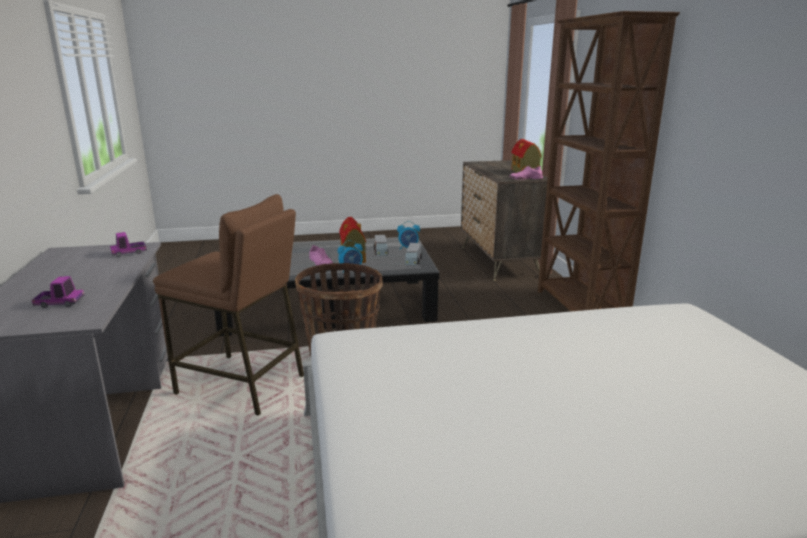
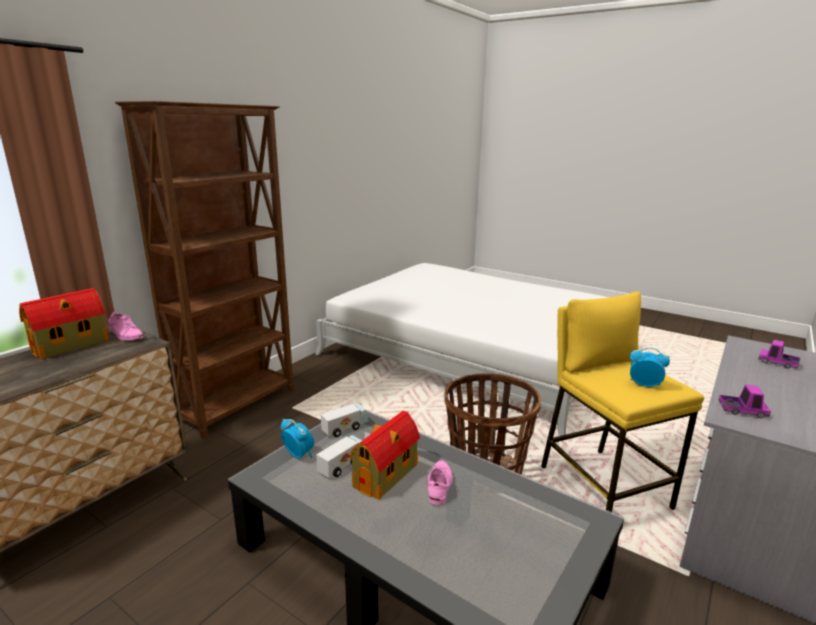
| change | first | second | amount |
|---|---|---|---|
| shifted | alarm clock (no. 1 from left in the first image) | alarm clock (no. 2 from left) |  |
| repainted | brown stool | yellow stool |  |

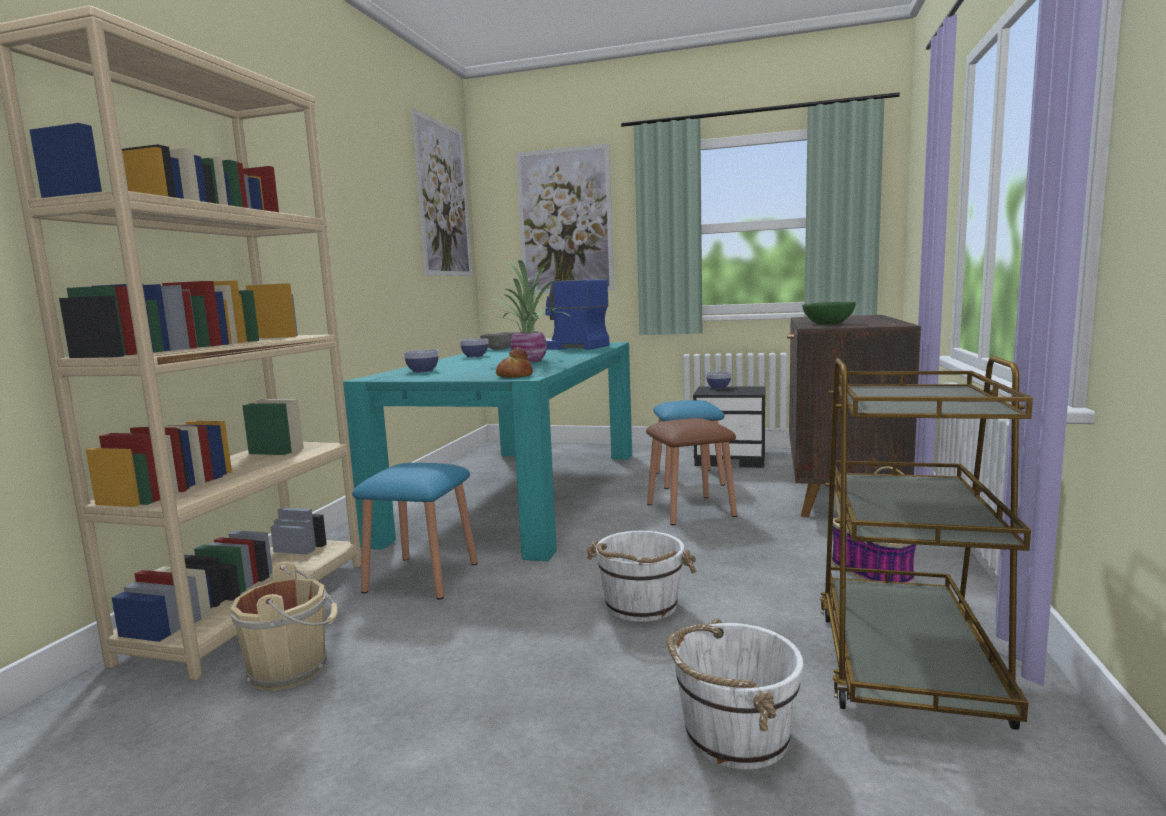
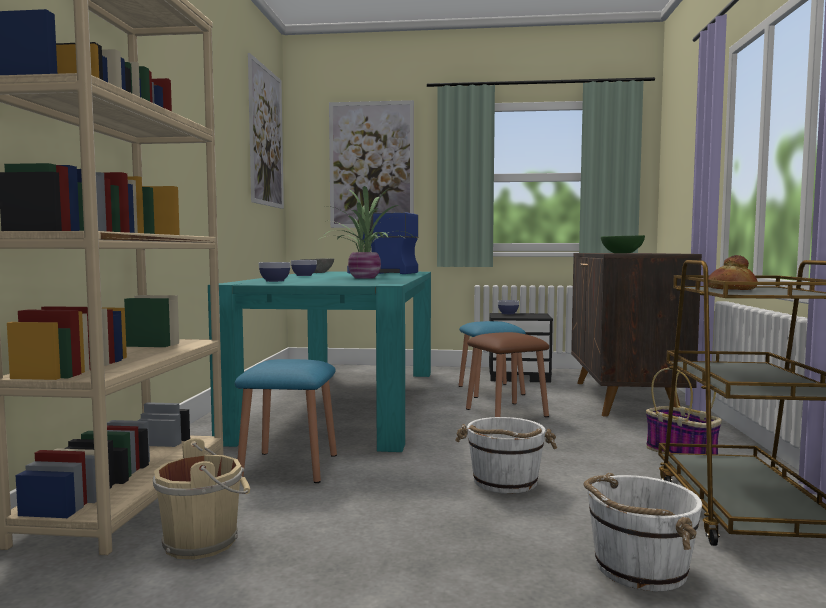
| change | first | second | amount |
|---|---|---|---|
| shifted | bread |  |  |

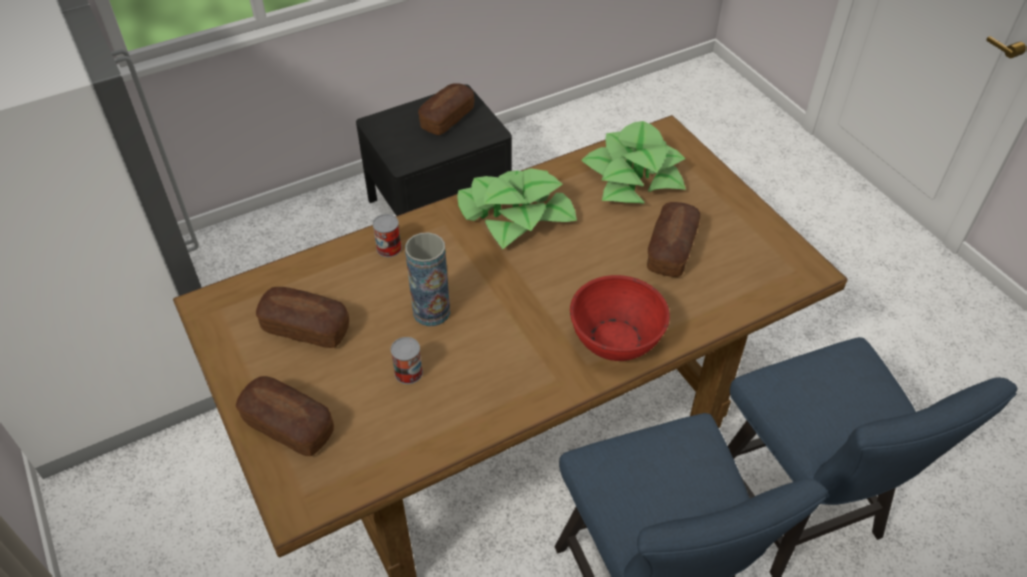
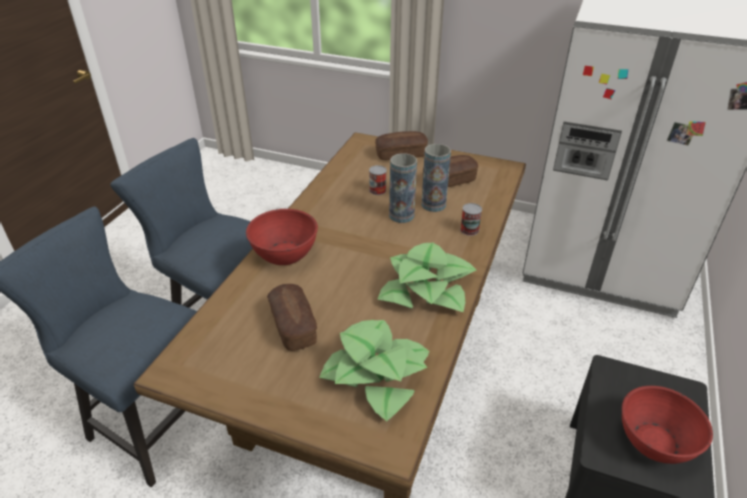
| change | first | second | amount |
|---|---|---|---|
| new |  | vase (no. 2 from left) |  |
| swapped | bread (no. 3 from left) | red bowl (no. 2 from left) |  |

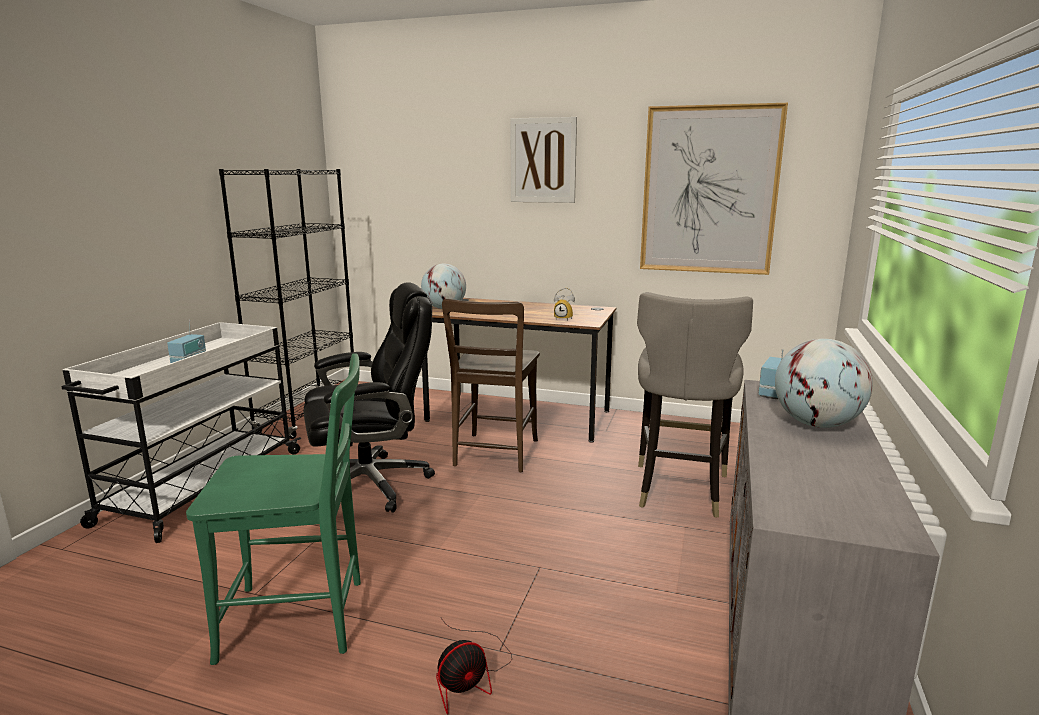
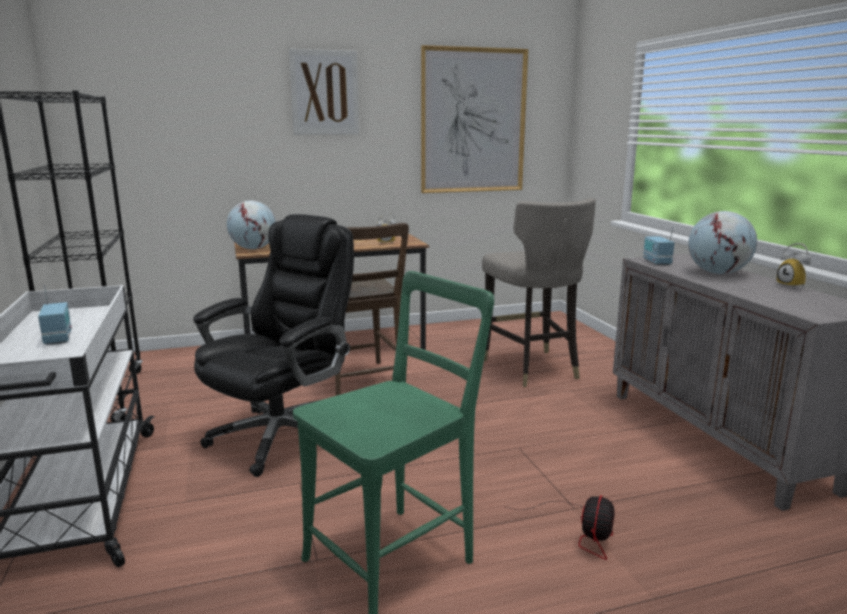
| change | first | second | amount |
|---|---|---|---|
| new |  | alarm clock (no. 2 from left) |  |

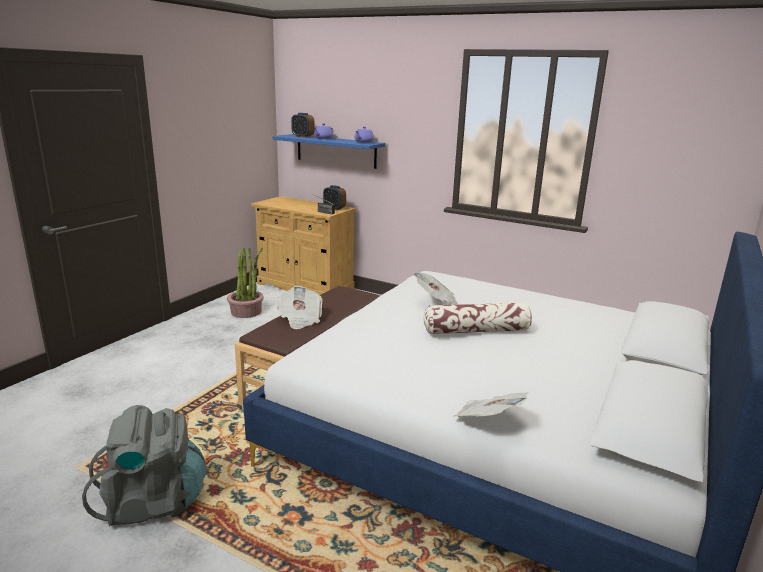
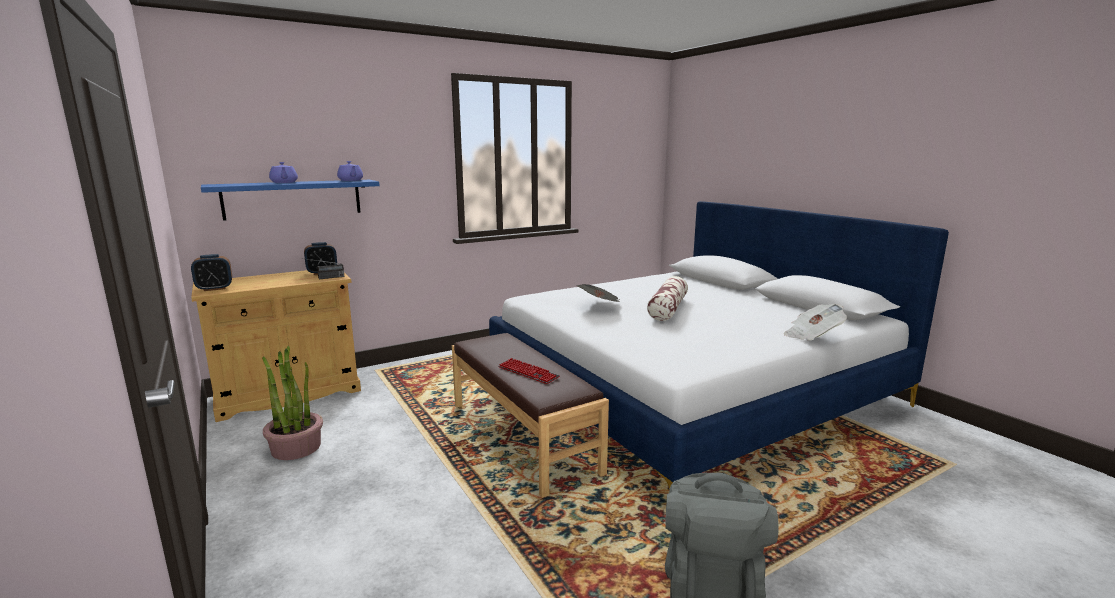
| change | first | second | amount |
|---|---|---|---|
| shifted | alarm clock (no. 1 from left) |  |  |
| swapped | newspaper (no. 1 from left) | keyboard |  |

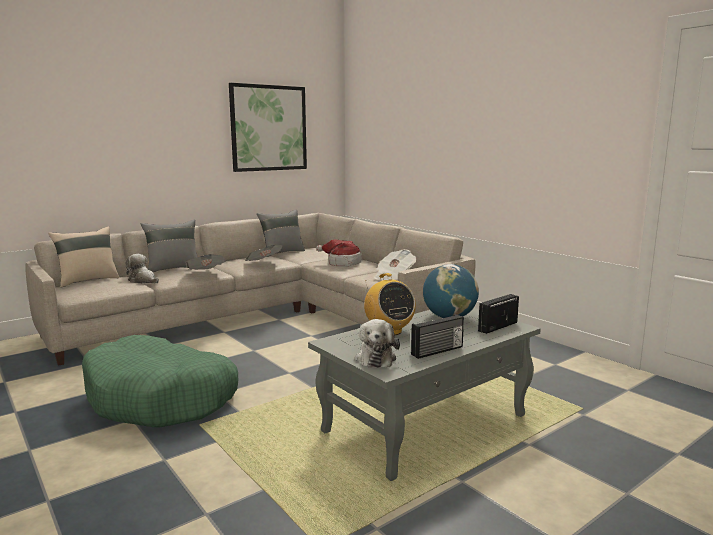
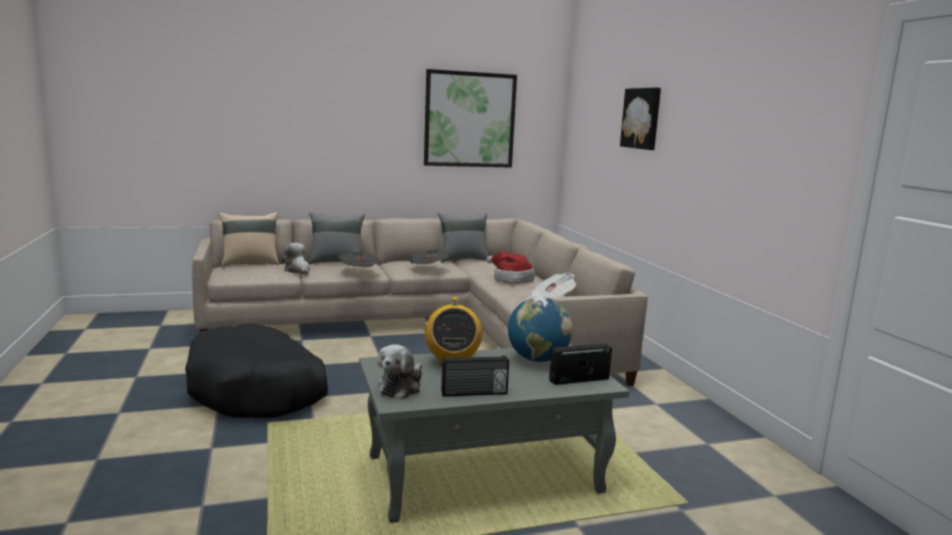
| change | first | second | amount |
|---|---|---|---|
| new |  | picture (no. 2 from left) |  |
| repainted | green dog bed | black dog bed |  |

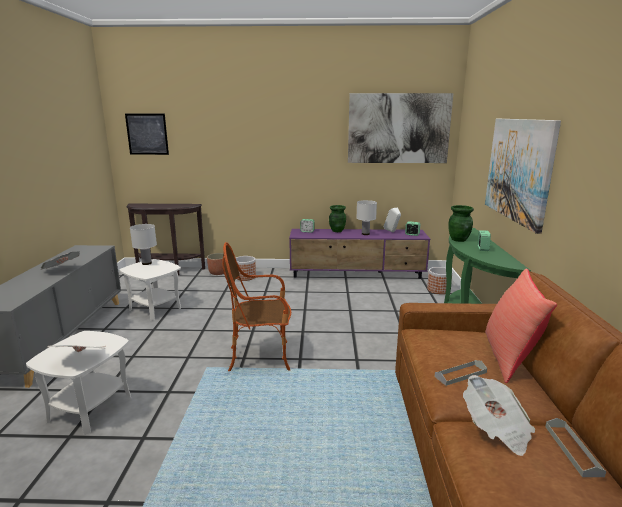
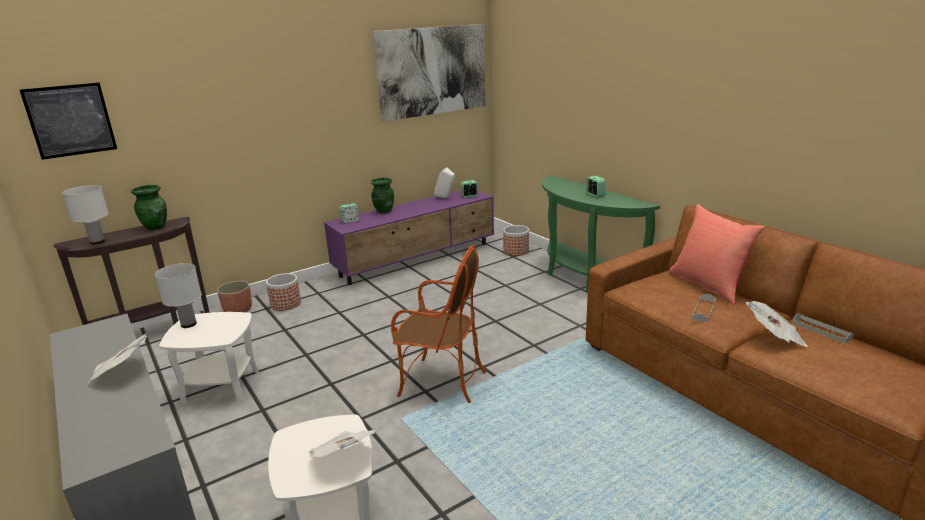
| change | first | second | amount |
|---|---|---|---|
| gone | picture (no. 3 from left) |  |  |
| shifted | white table lamp (no. 2 from left in the first image) | white table lamp (no. 1 from left) |  |
| shifted | green vase (no. 2 from left in the first image) | green vase (no. 1 from left) |  |
| rotated | armchair |  | 120 degrees counterclockwise |

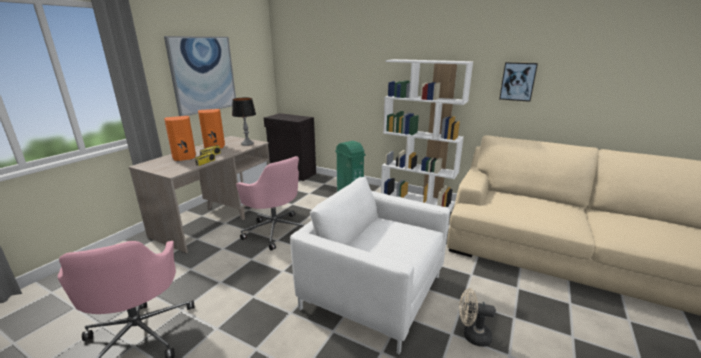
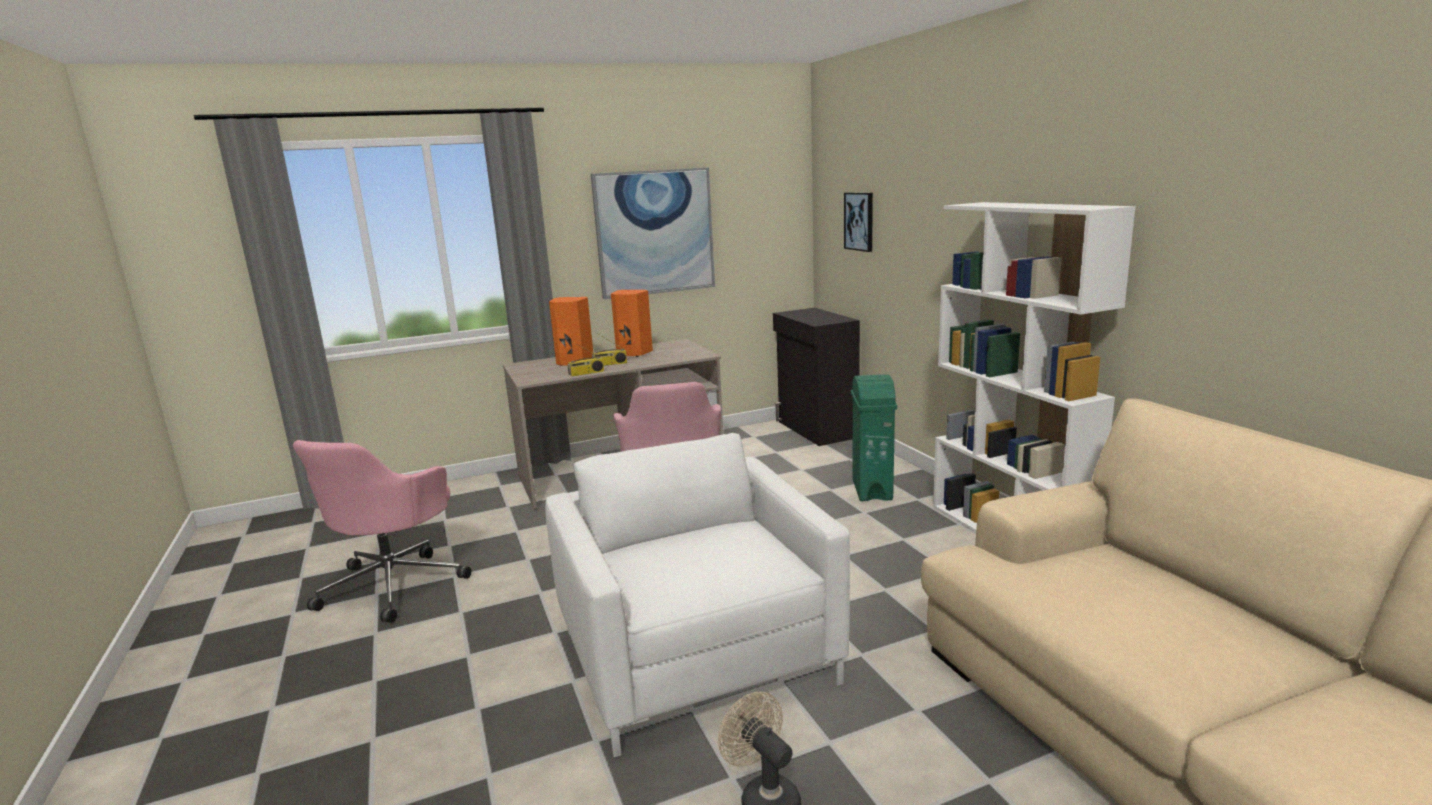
| change | first | second | amount |
|---|---|---|---|
| gone | table lamp |  |  |
| shifted | picture (no. 2 from left) |  |  |

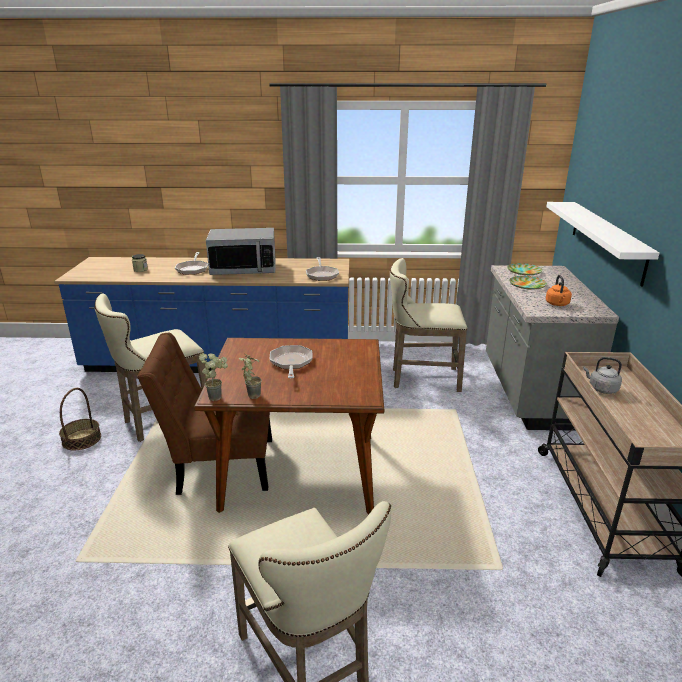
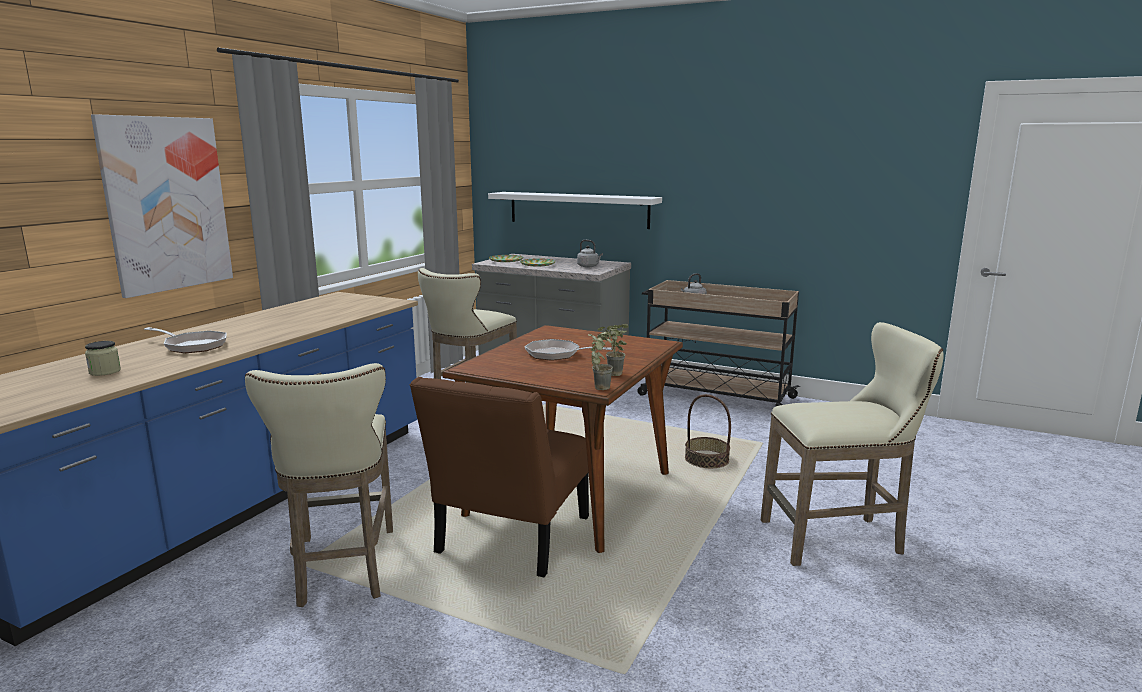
| change | first | second | amount |
|---|---|---|---|
| gone | microwave |  |  |
| gone | frying pan (no. 3 from left) |  |  |
| new |  | picture |  |
| shifted | basket |  |  |
| repainted | orange kettle | grey kettle (no. 1 from left) |  |

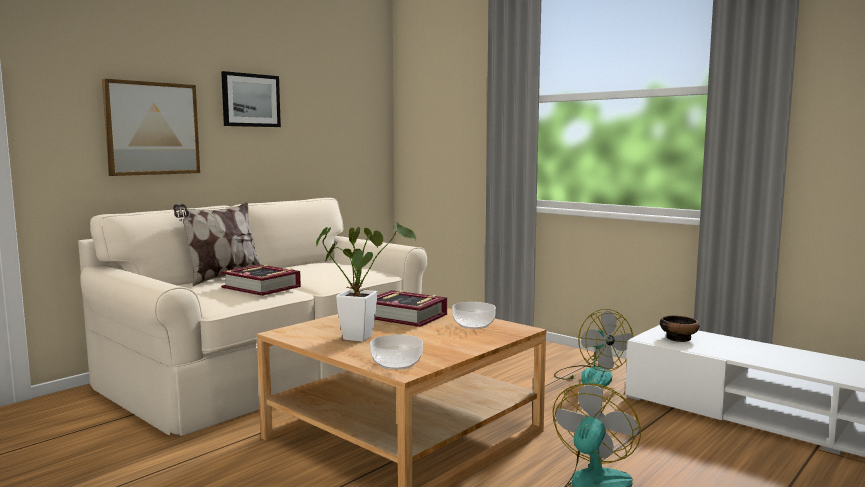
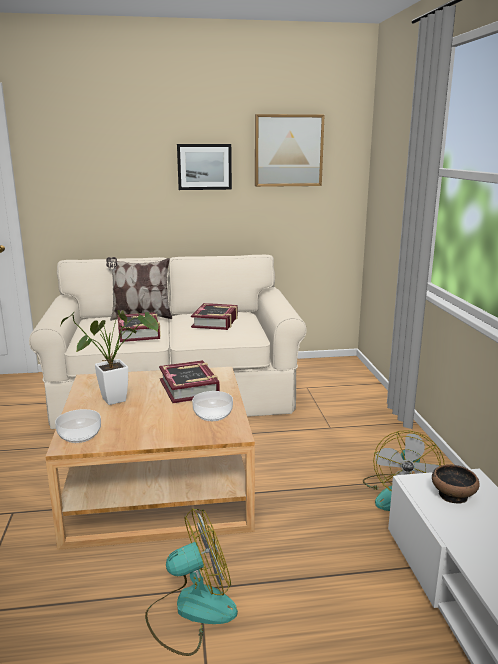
| change | first | second | amount |
|---|---|---|---|
| new |  | book (no. 3 from left) |  |
| shifted | picture (no. 1 from left in the first image) | picture (no. 2 from left) |  |

